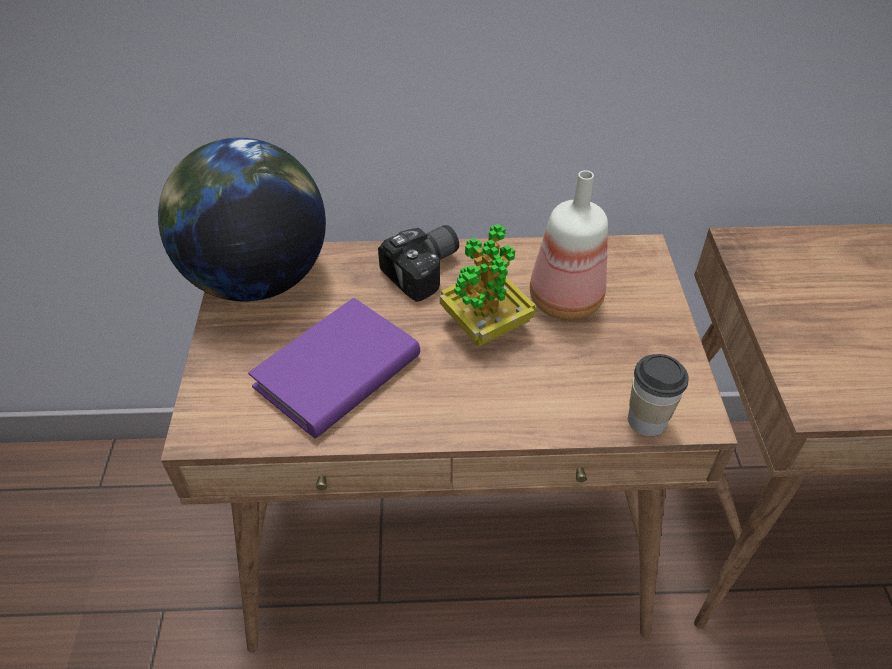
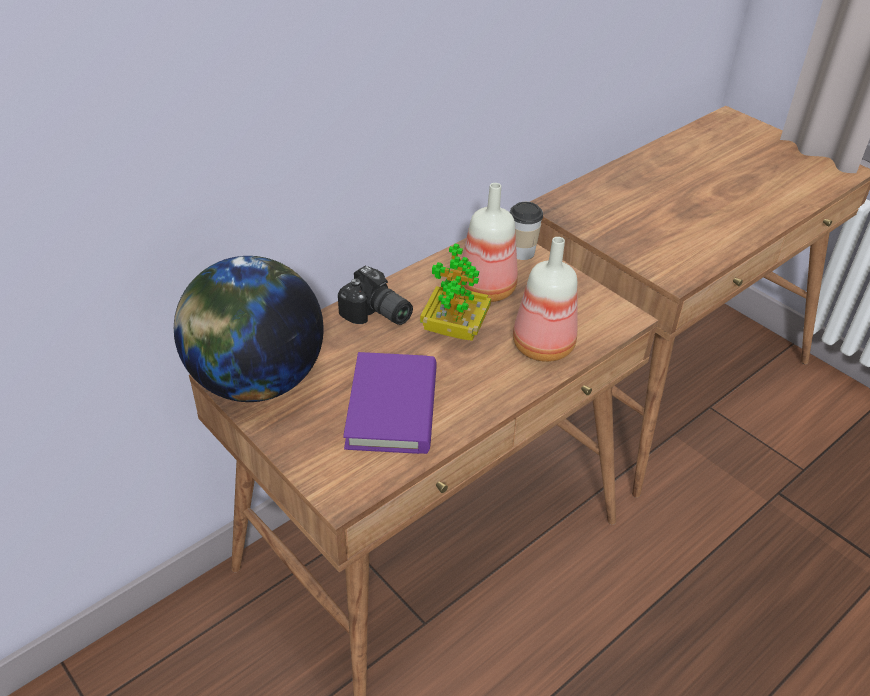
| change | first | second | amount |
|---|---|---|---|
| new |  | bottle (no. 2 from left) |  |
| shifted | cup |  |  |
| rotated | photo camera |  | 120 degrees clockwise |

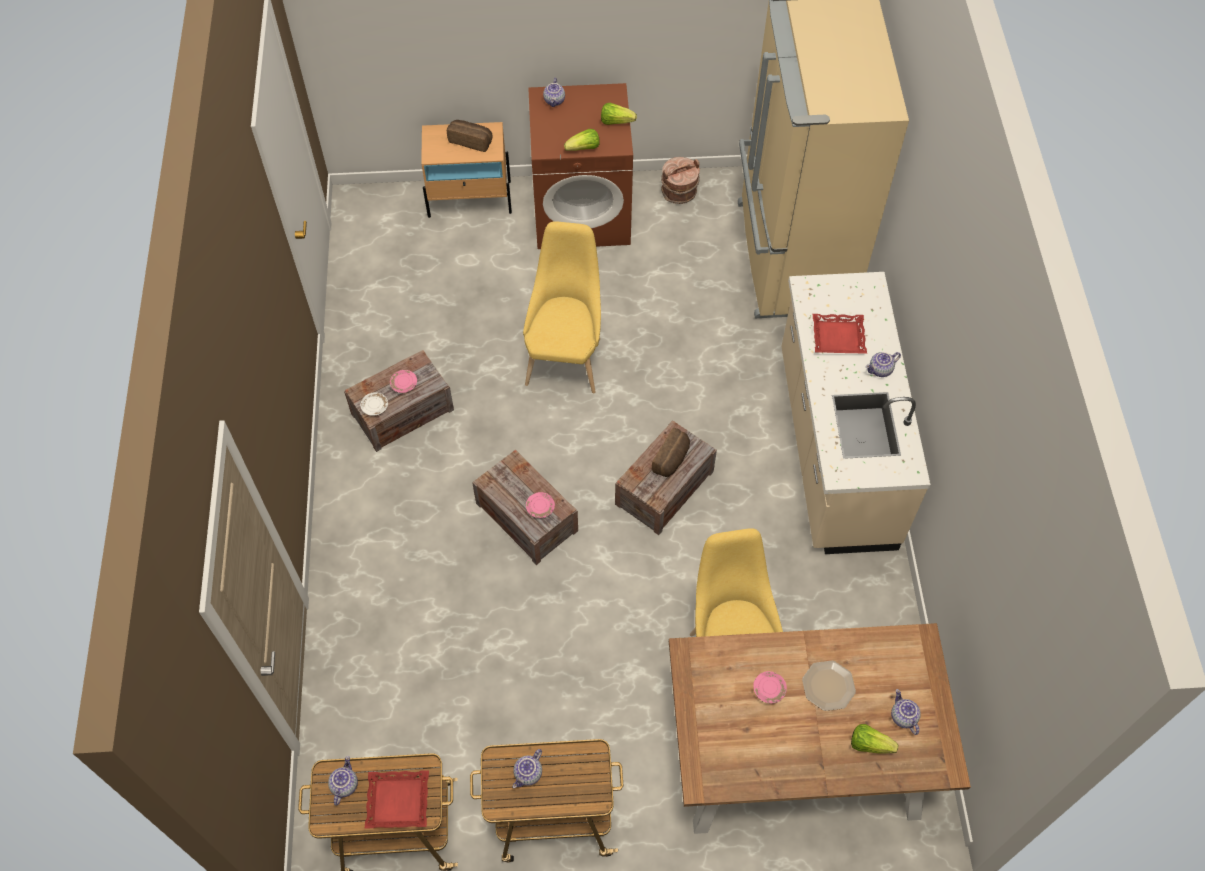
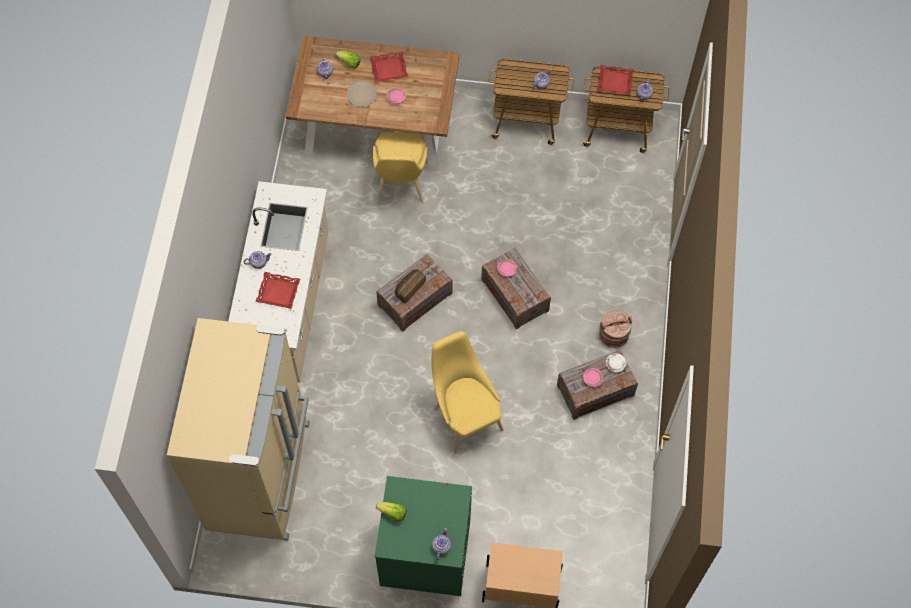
| change | first | second | amount |
|---|---|---|---|
| gone | bread (no. 1 from left) |  |  |
| gone | lettuce (no. 1 from left) |  |  |
| new |  | red tray (no. 2 from left) |  |
| shifted | brown bucket |  |  |
| repainted | brown washing machine | green washing machine |  |
| rotated | yellow chair (no. 1 from left in the first image) | yellow chair (no. 2 from left) | 135 degrees clockwise |

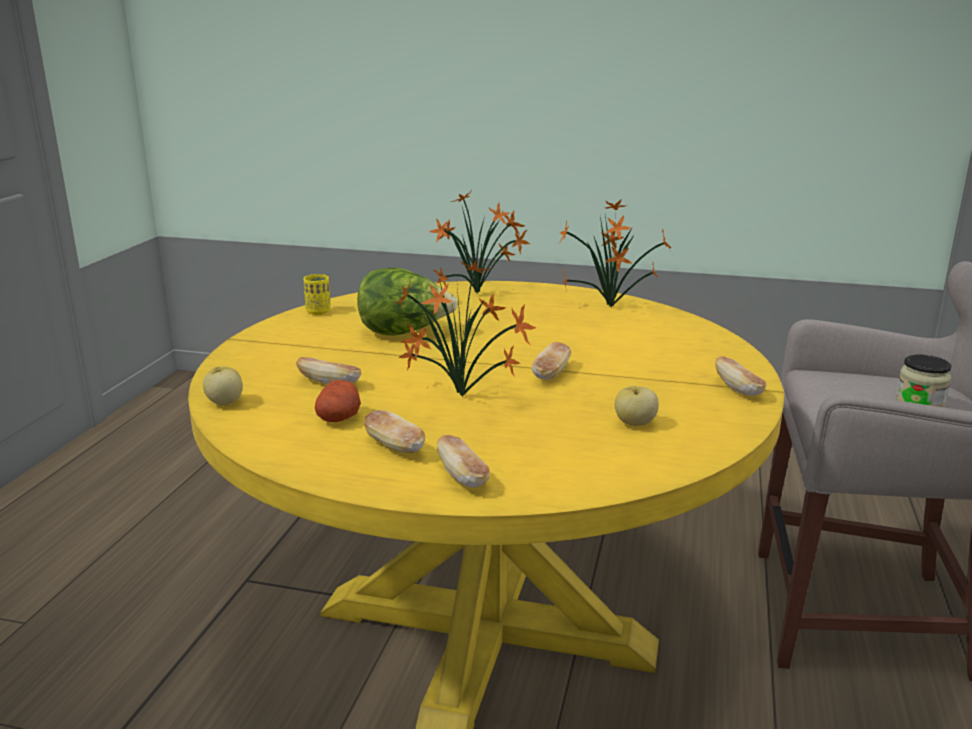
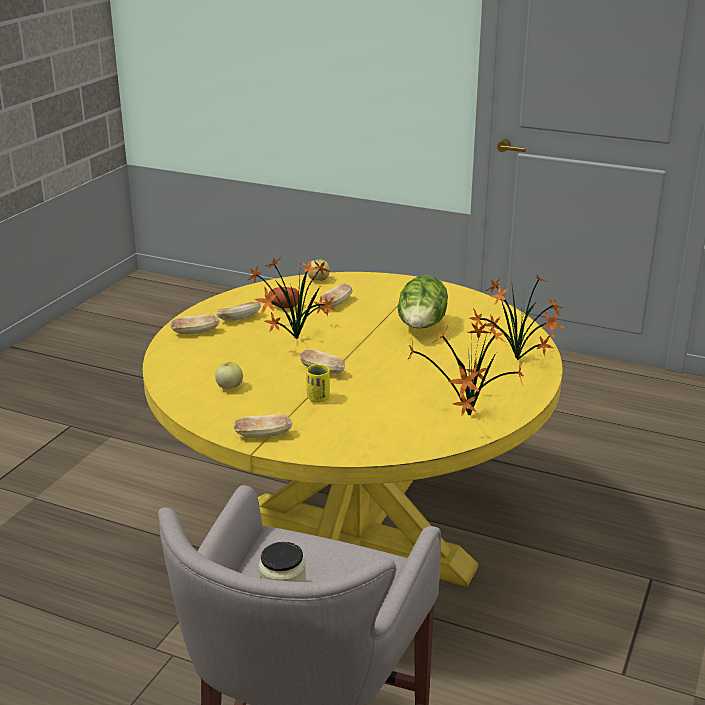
| change | first | second | amount |
|---|---|---|---|
| shifted | yellow cup |  |  |

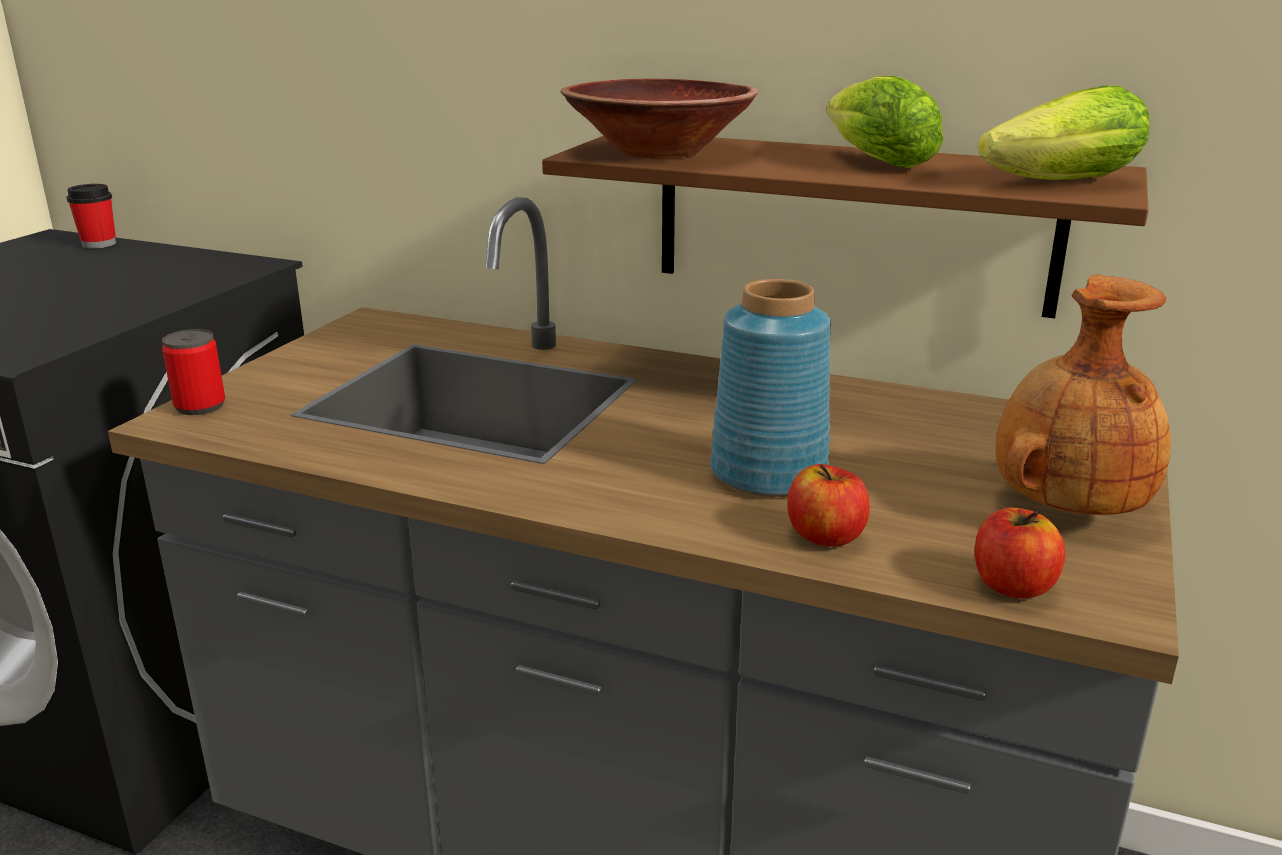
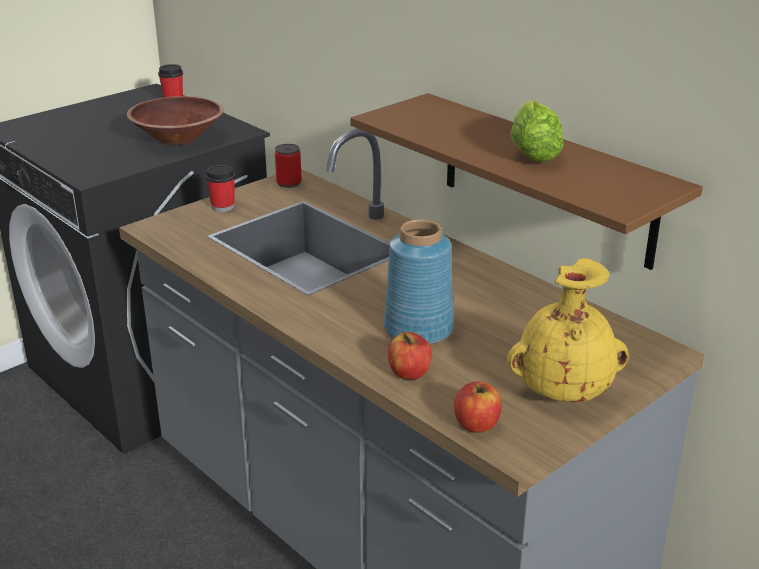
| change | first | second | amount |
|---|---|---|---|
| gone | lettuce (no. 2 from left) |  |  |
| new |  | cup (no. 2 from left) |  |
| shifted | can |  |  |
| shifted | brown bowl |  |  |
| repainted | brown vase | yellow vase |  |

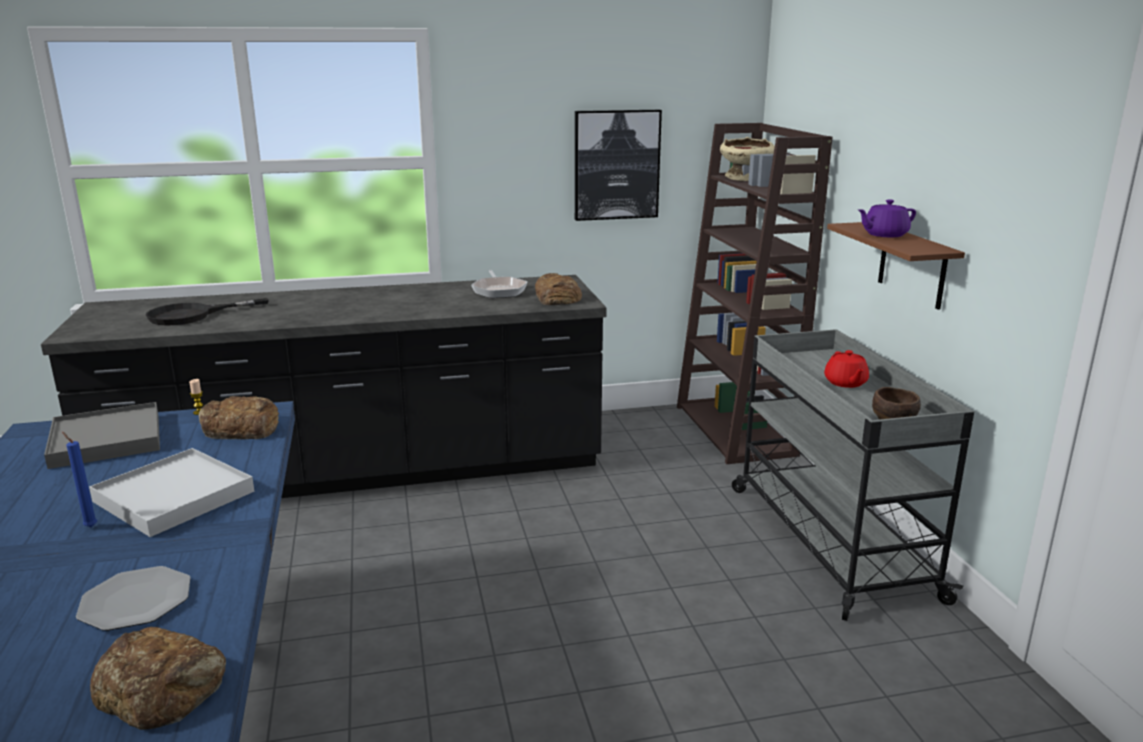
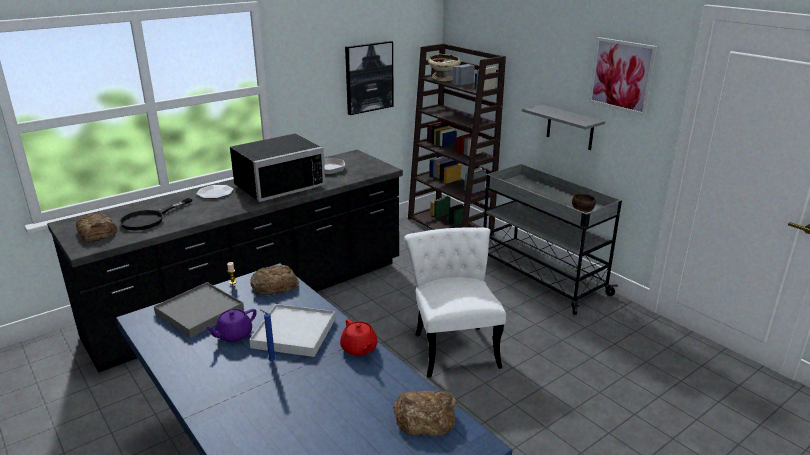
| change | first | second | amount |
|---|---|---|---|
| new |  | black microwave |  |
| new |  | white chair |  |
| new |  | picture (no. 2 from left) |  |
| shifted | plate |  |  |
| shifted | bread (no. 3 from left in the first image) | bread (no. 1 from left) |  |
| shifted | red teapot |  |  |
| shifted | purple teapot |  |  |
| repainted | brown shelf | grey shelf |  |

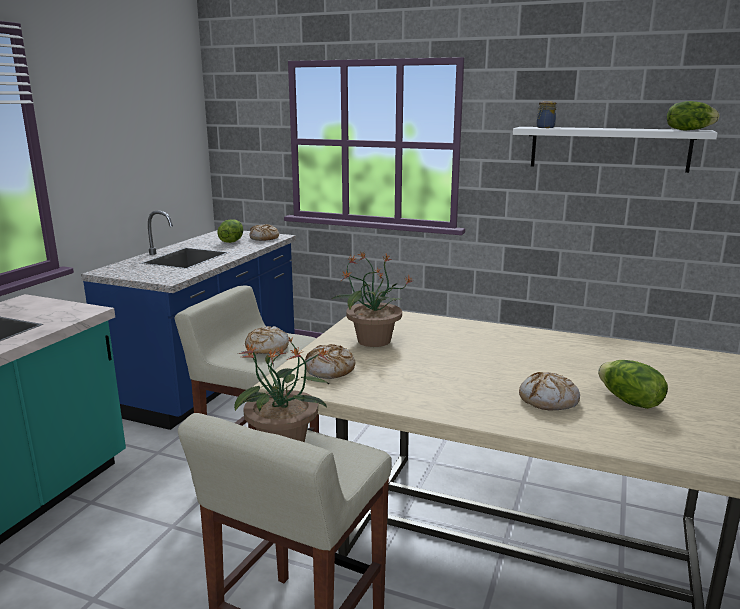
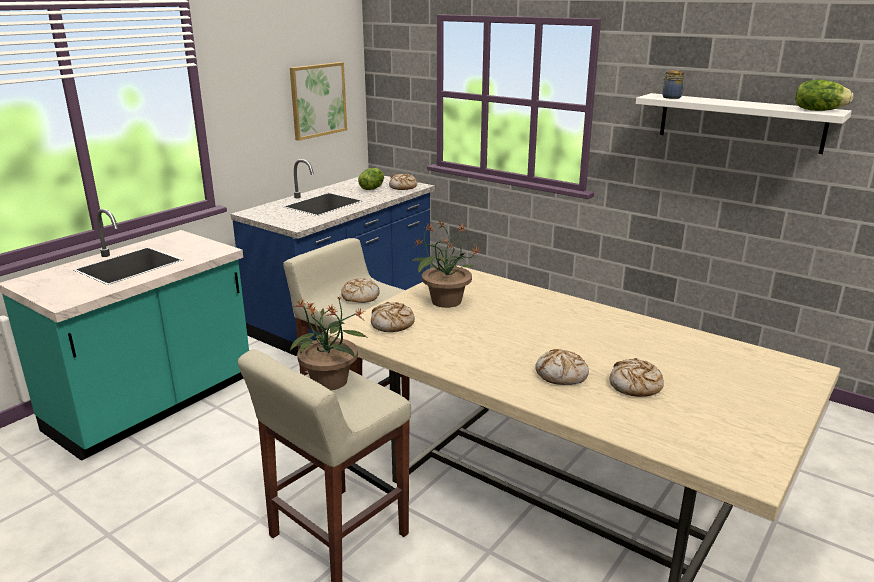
| change | first | second | amount |
|---|---|---|---|
| new |  | picture |  |
| swapped | lettuce (no. 2 from left) | bread (no. 5 from left) |  |

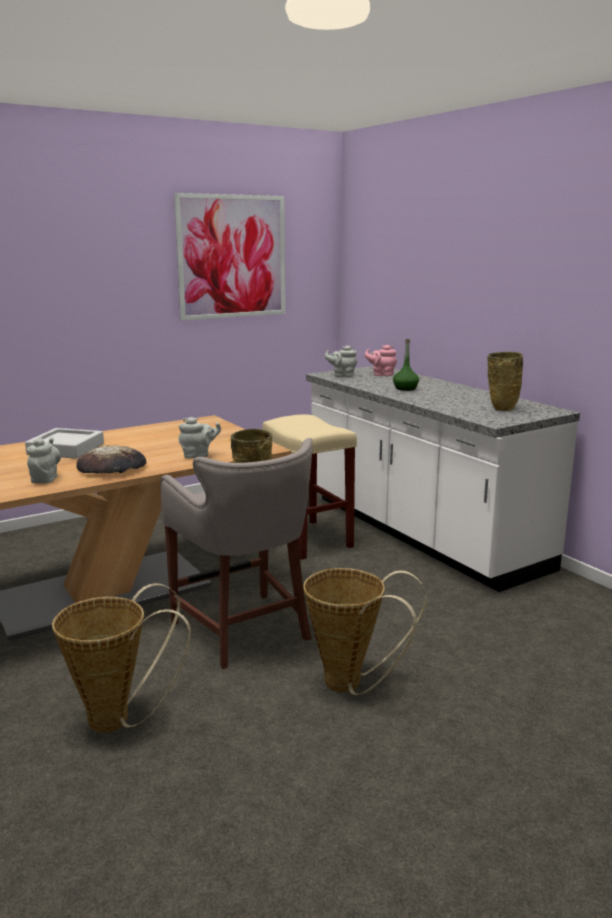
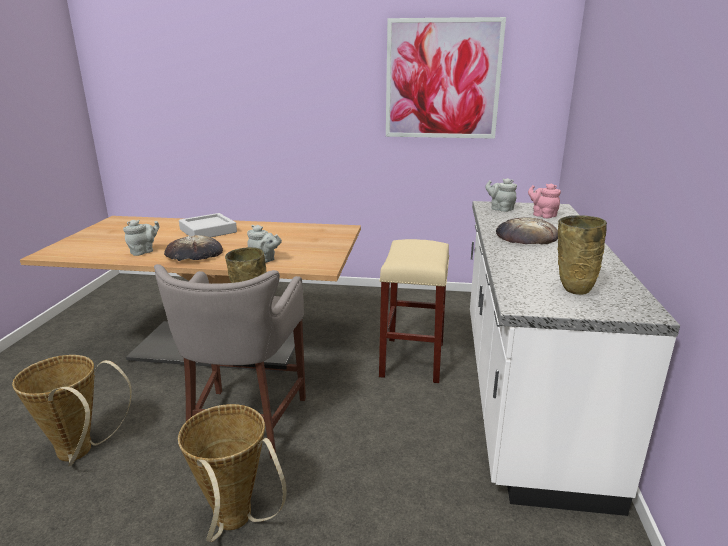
| change | first | second | amount |
|---|---|---|---|
| swapped | green bottle | bread (no. 2 from left) |  |

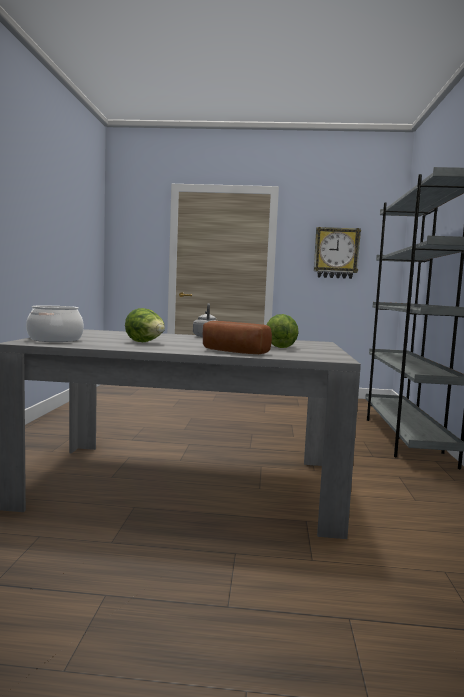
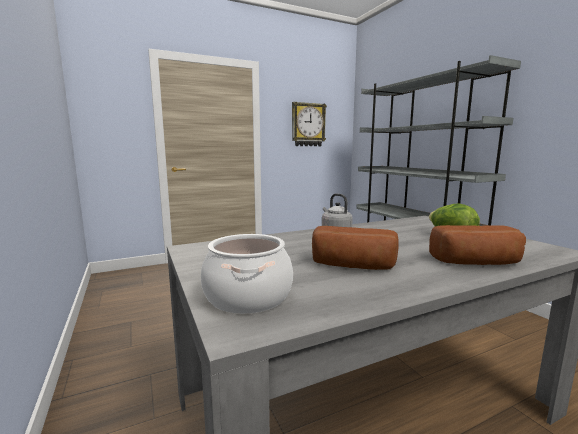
| change | first | second | amount |
|---|---|---|---|
| swapped | lettuce (no. 1 from left) | bread (no. 1 from left) |  |

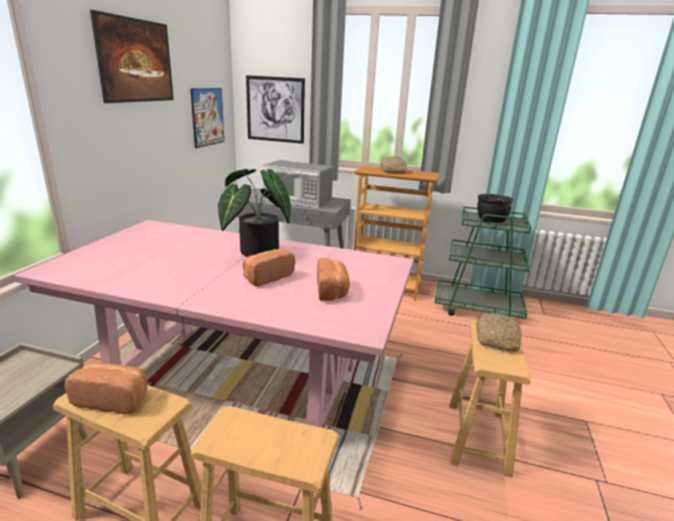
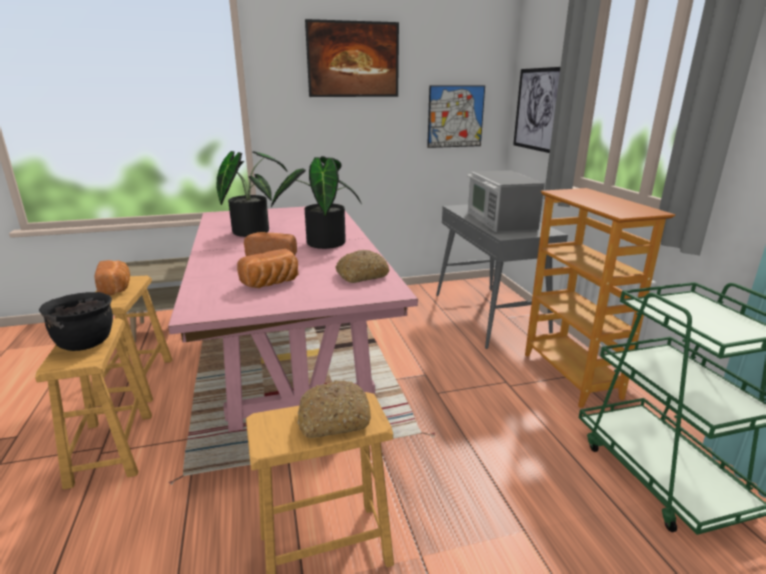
| change | first | second | amount |
|---|---|---|---|
| new |  | potted plant (no. 1 from left) |  |
| shifted | bread (no. 4 from left in the first image) | bread (no. 5 from left) |  |
| shifted | black cooking pot |  |  |

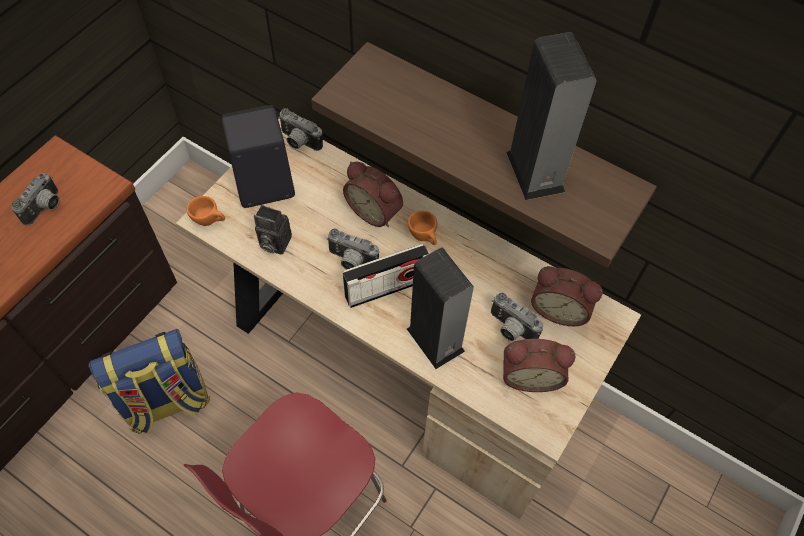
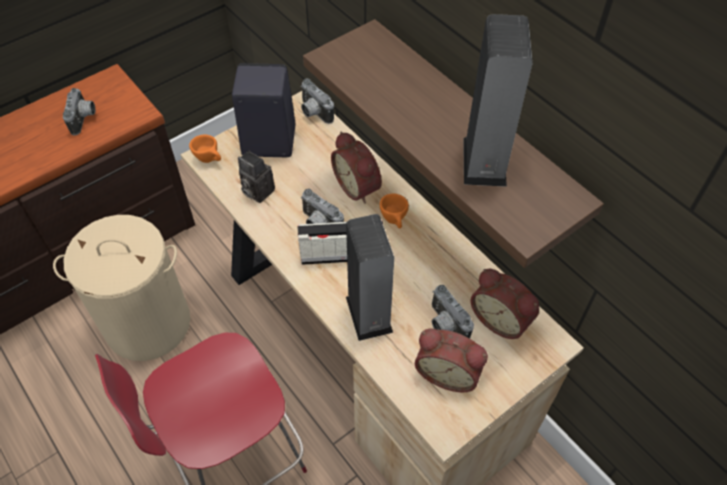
| change | first | second | amount |
|---|---|---|---|
| swapped | backpack | beige laundry basket |  |
| rotated | photo camera (no. 1 from left) |  | 45 degrees counterclockwise |

